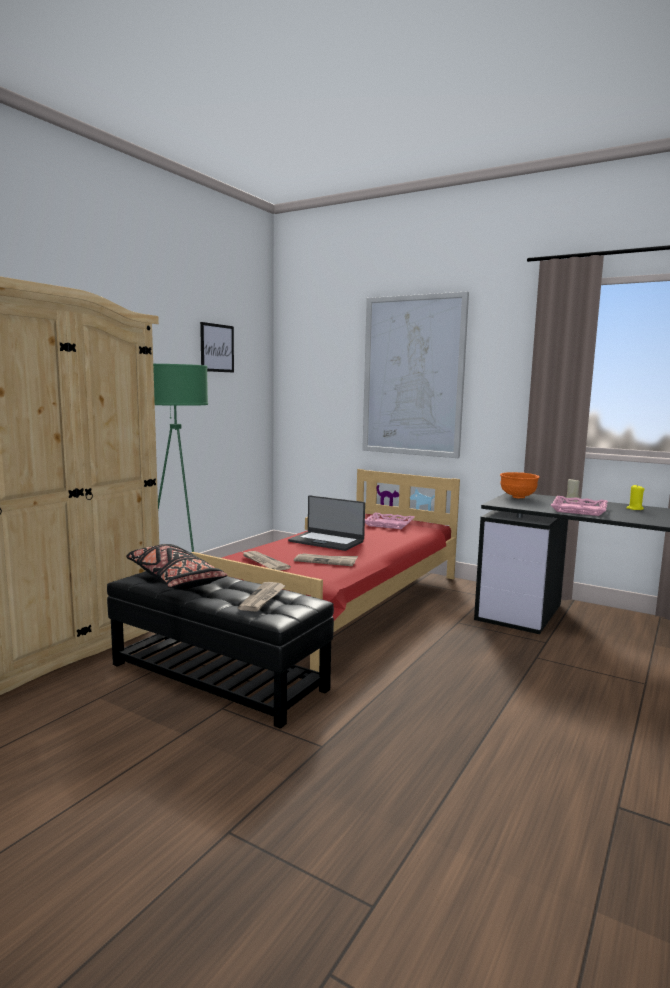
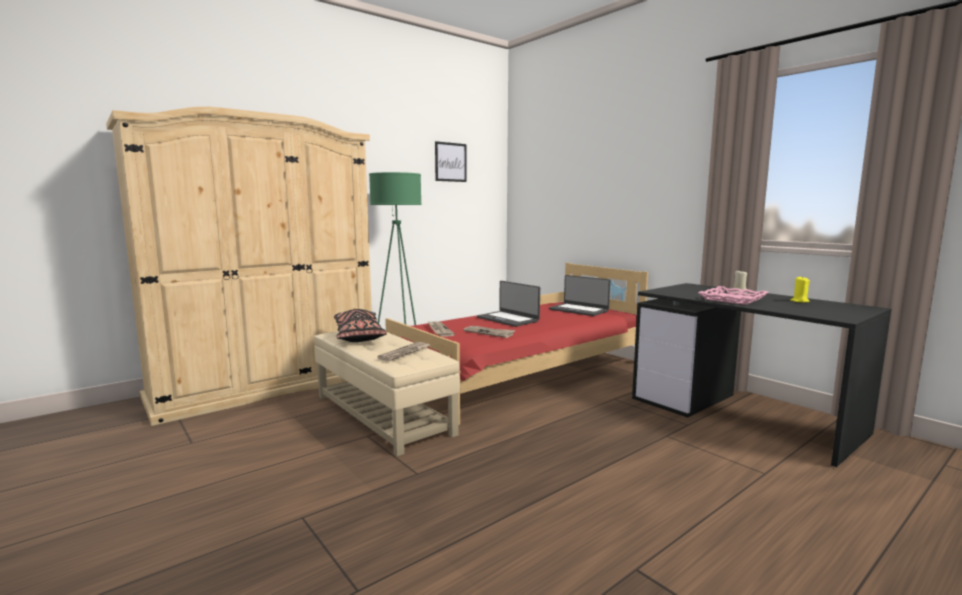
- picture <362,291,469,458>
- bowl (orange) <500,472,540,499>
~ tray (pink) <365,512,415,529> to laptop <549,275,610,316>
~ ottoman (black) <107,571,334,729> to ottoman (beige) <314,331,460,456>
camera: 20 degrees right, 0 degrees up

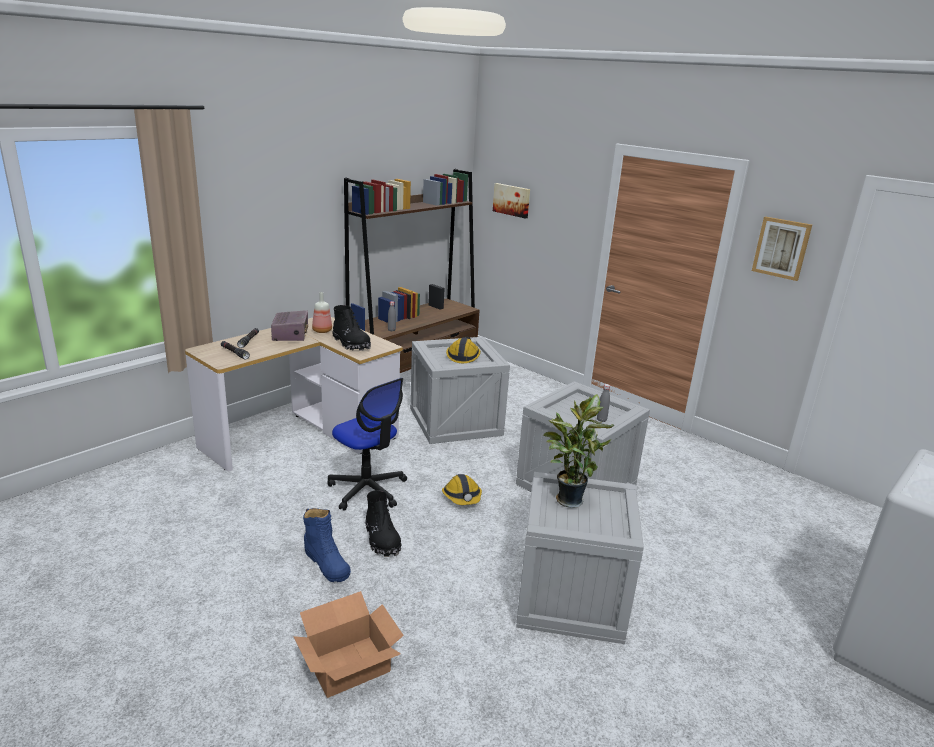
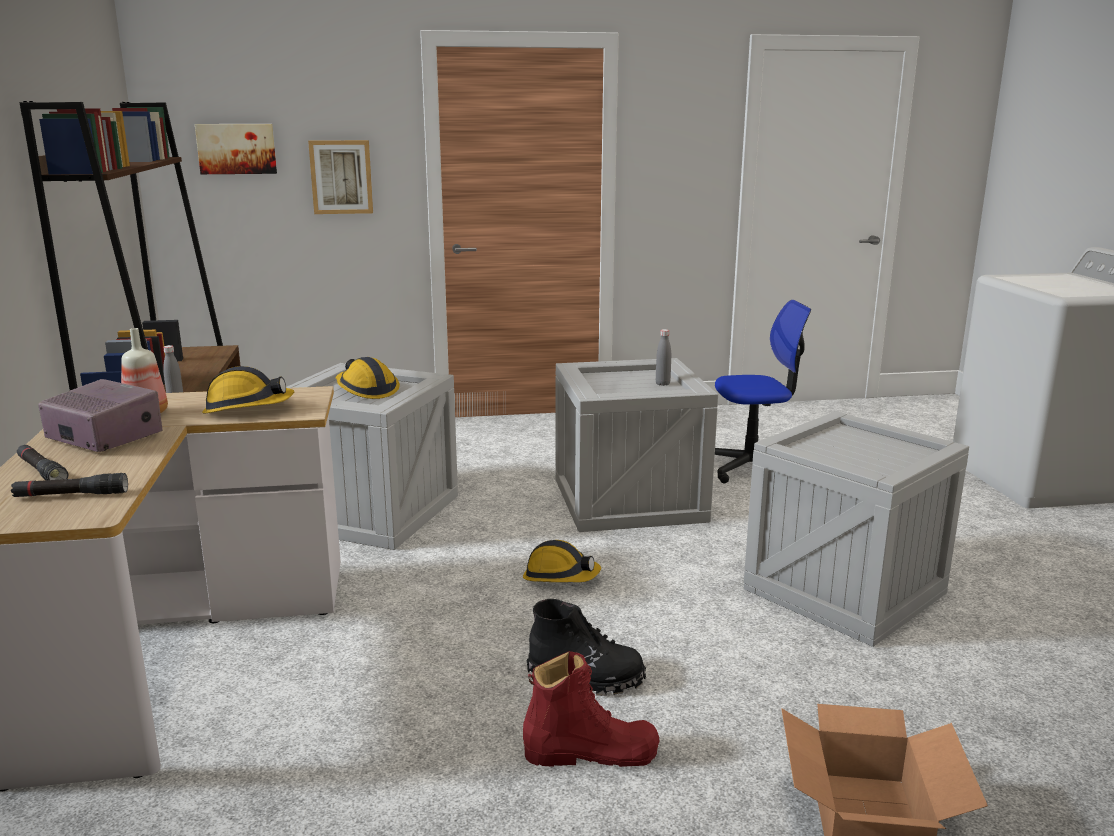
- potted plant <544,394,614,508>
~ office chair <327,378,407,511> to <715,300,811,483>
~ picture <752,217,812,281> to <308,140,373,214>
~ boot (black) <333,305,371,351> to hard hat <202,366,294,414>
~ boot (blue) <303,508,351,582> to boot (red) <523,651,660,767>
camera: 50 degrees left, 5 degrees down

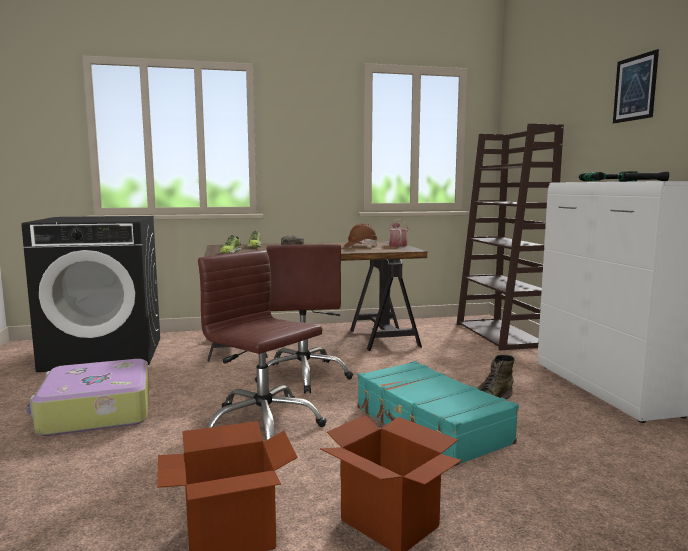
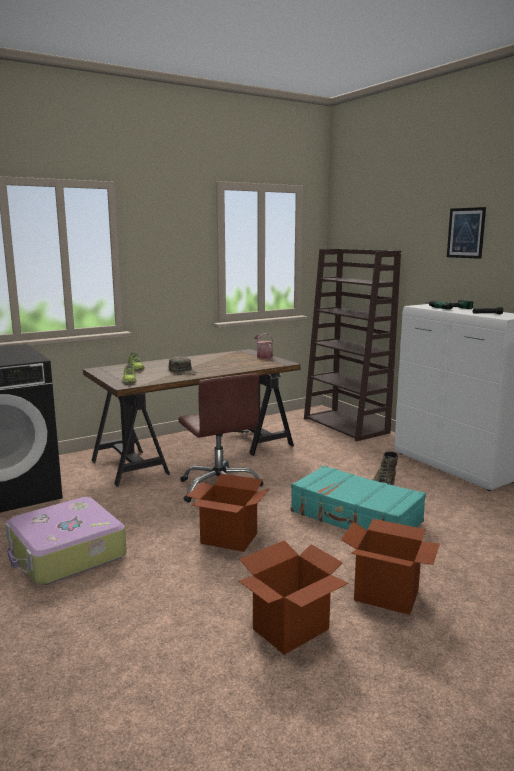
- hard hat (brown) <344,223,378,247>
~ office chair (brown) <198,250,327,440> to cardboard box <187,474,269,552>
camera: 20 degrees left, 5 degrees up

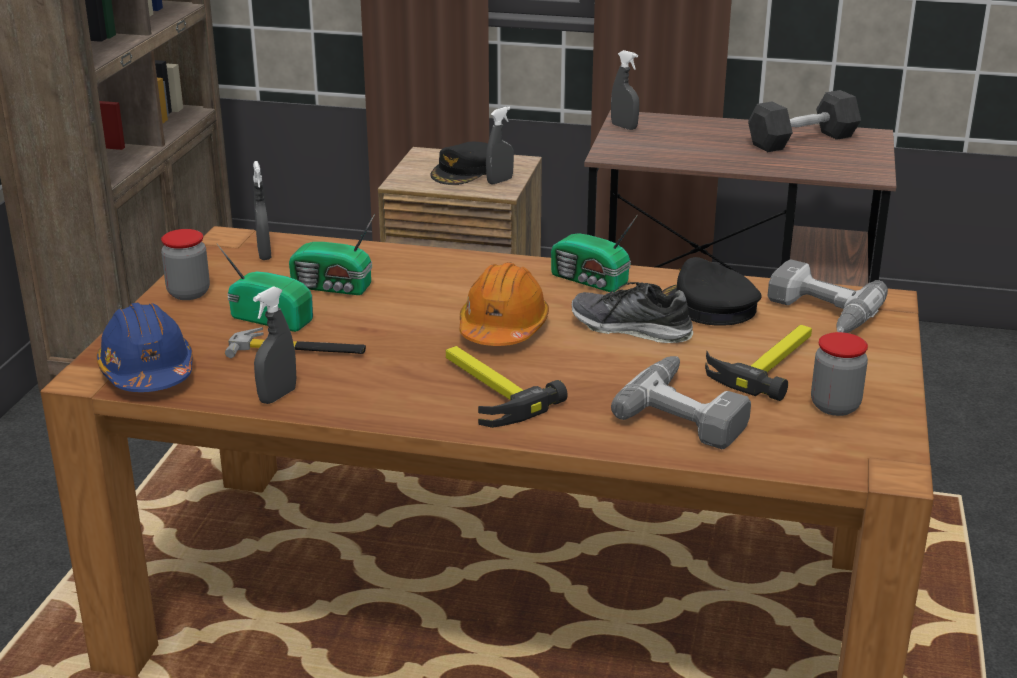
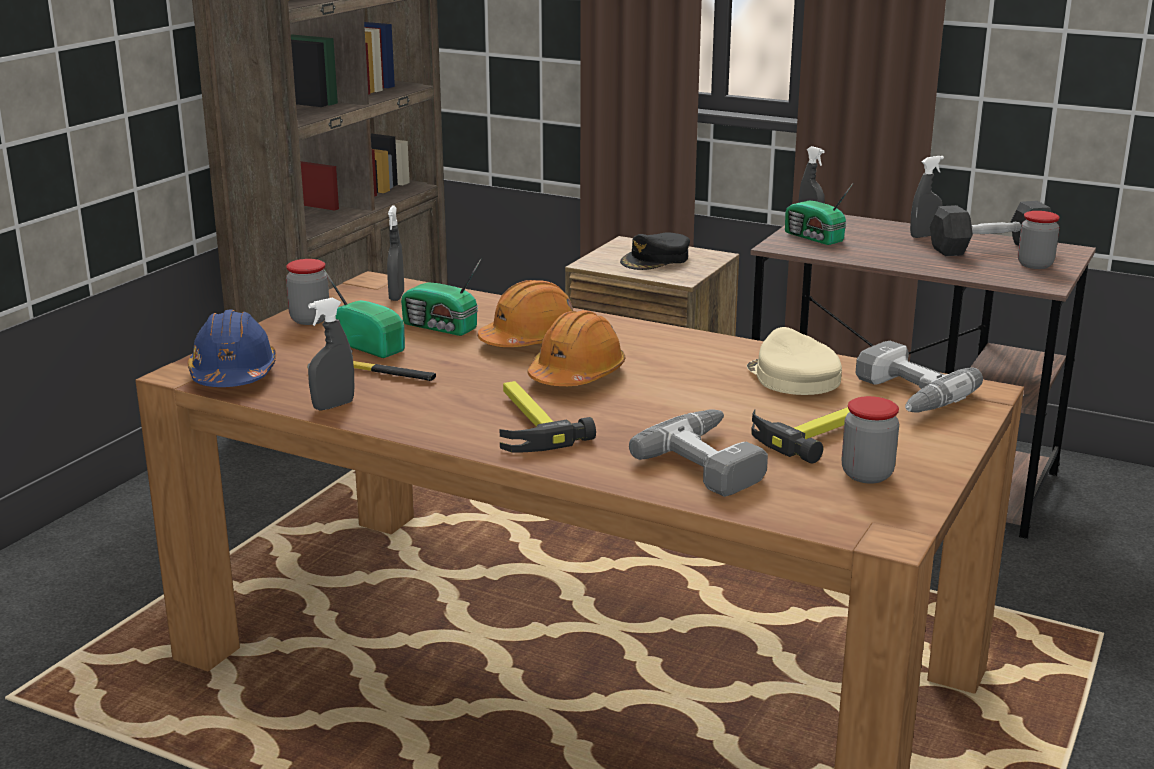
- shoe <572,282,693,343>
+ hard hat (orange) <478,280,573,347>
+ jar <1018,211,1060,269>
~ spray bottle (grey) <486,107,514,185> to <910,156,944,238>
~ radio <551,215,638,292> to <785,184,853,245>
~ cap (black) <662,257,762,326> to cap (beige) <747,327,842,395>
camera: 15 degrees right, 5 degrees down

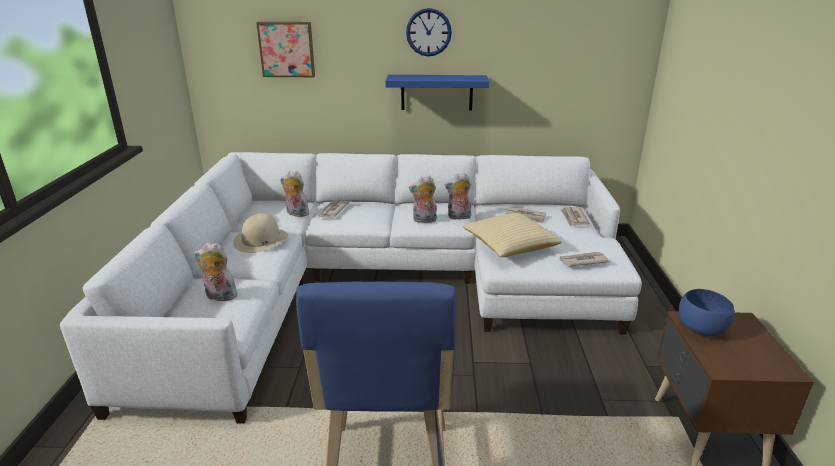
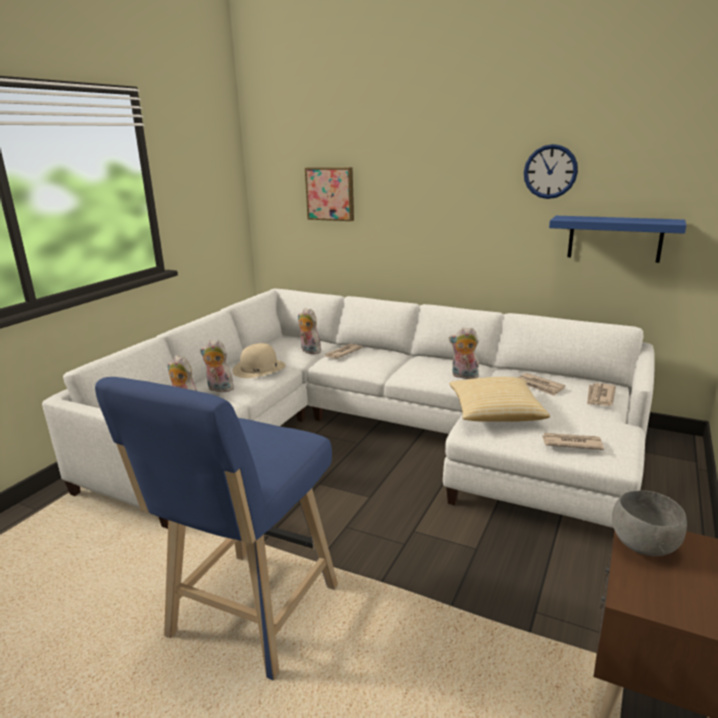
~ shelf (blue) <385,75,489,111> to <549,216,686,263>
~ wall clock <406,8,452,57> to <524,144,578,199>
~ plush toy <409,176,437,223> to <200,340,234,392>
~ bowl (blue) <678,289,735,336> to bowl (grey) <612,490,687,556>
camera: 25 degrees right, 5 degrees down

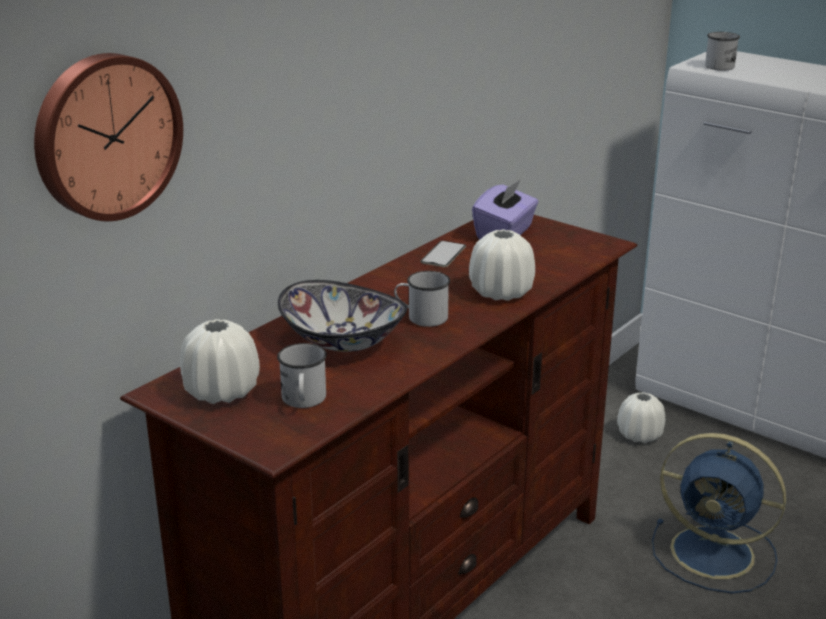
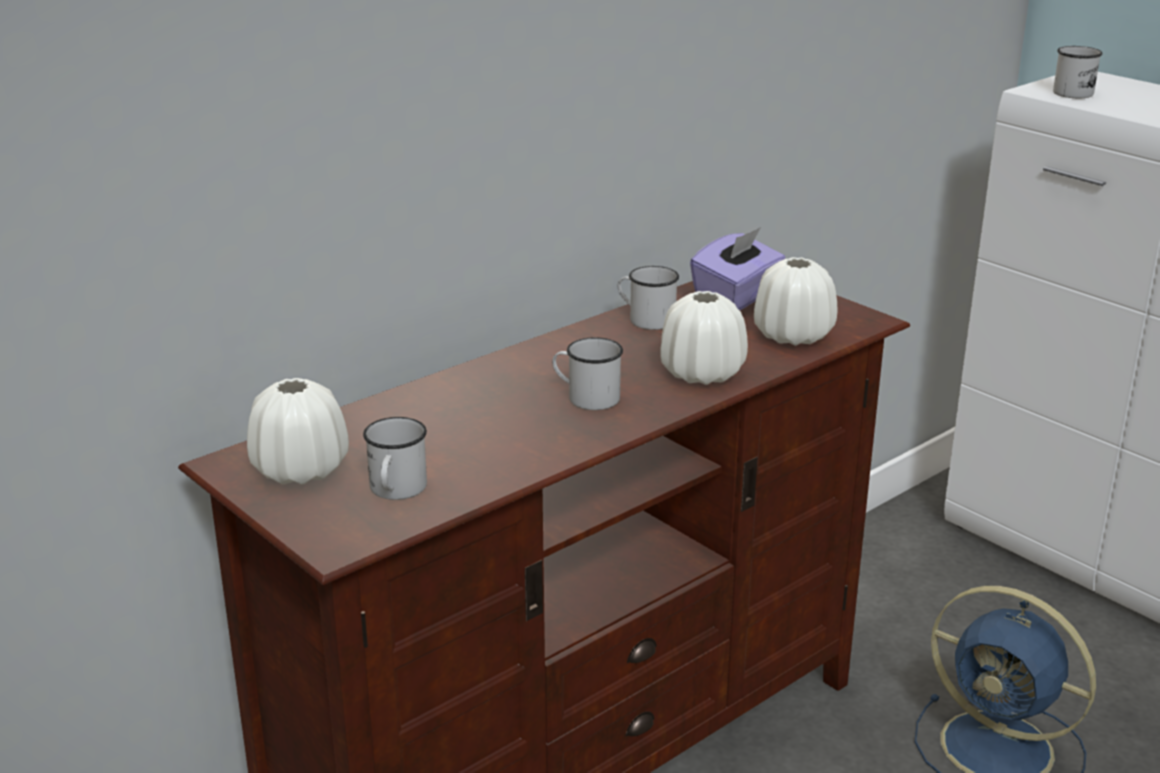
- wall clock <34,53,183,221>
- bowl <278,280,407,352>
~ vase (white) <617,392,665,443> to <754,257,838,346>
~ phone <420,241,466,267> to mug (white) <617,266,679,330>
camera: 10 degrees right, 0 degrees up

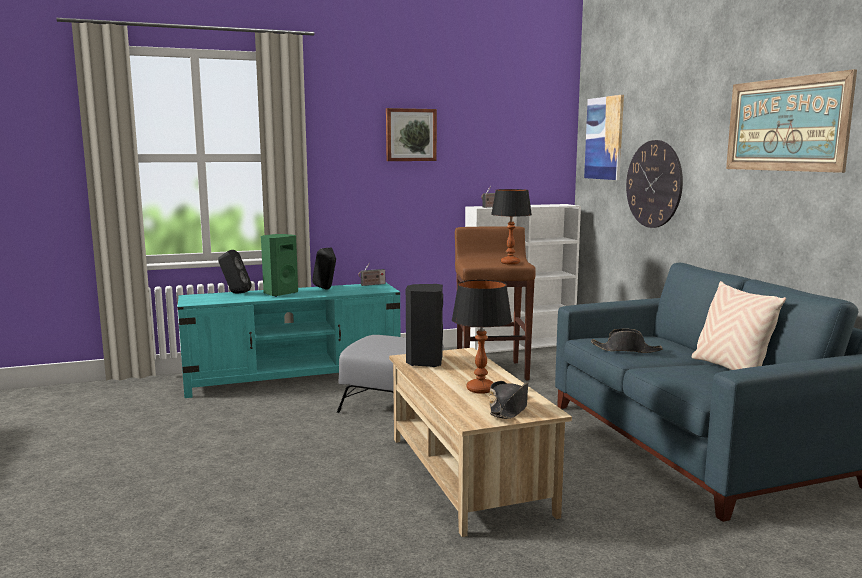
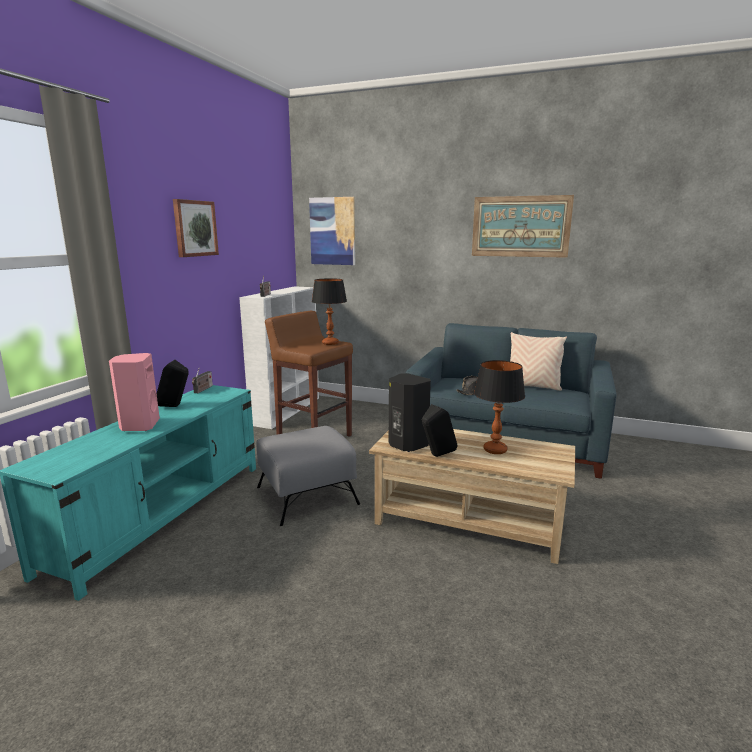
- hat (black) <489,381,529,419>
- wall clock <626,140,683,228>
~ speaker (black) <218,250,252,294> to <422,404,458,457>
~ speaker (green) <261,234,298,297> to speaker (pink) <109,353,160,431>
camera: 50 degrees left, 5 degrees up

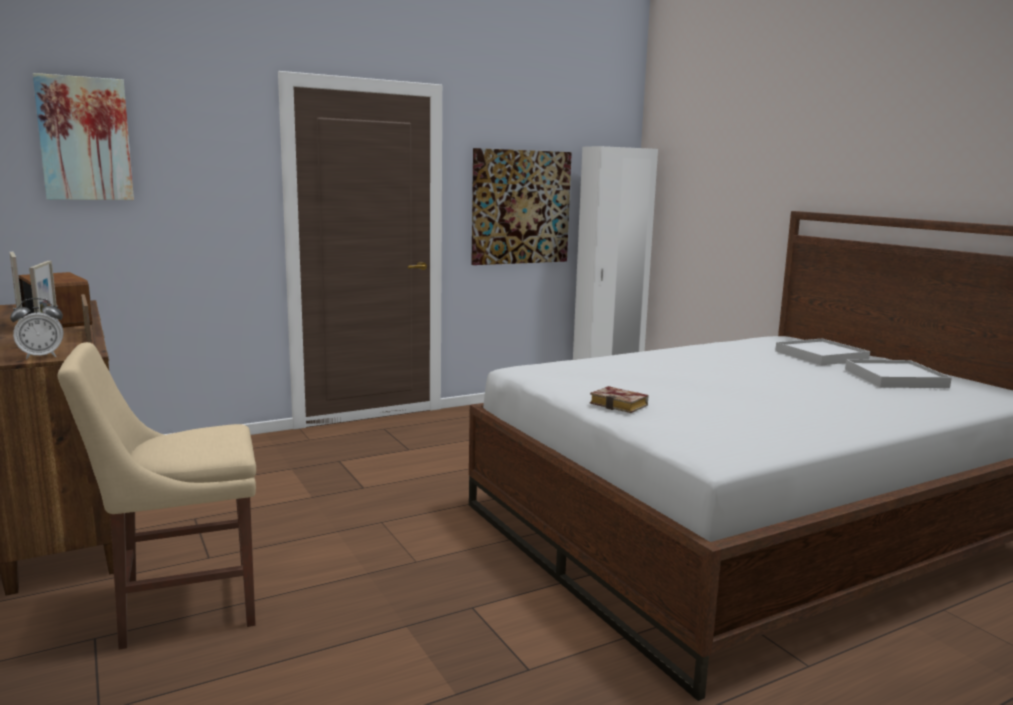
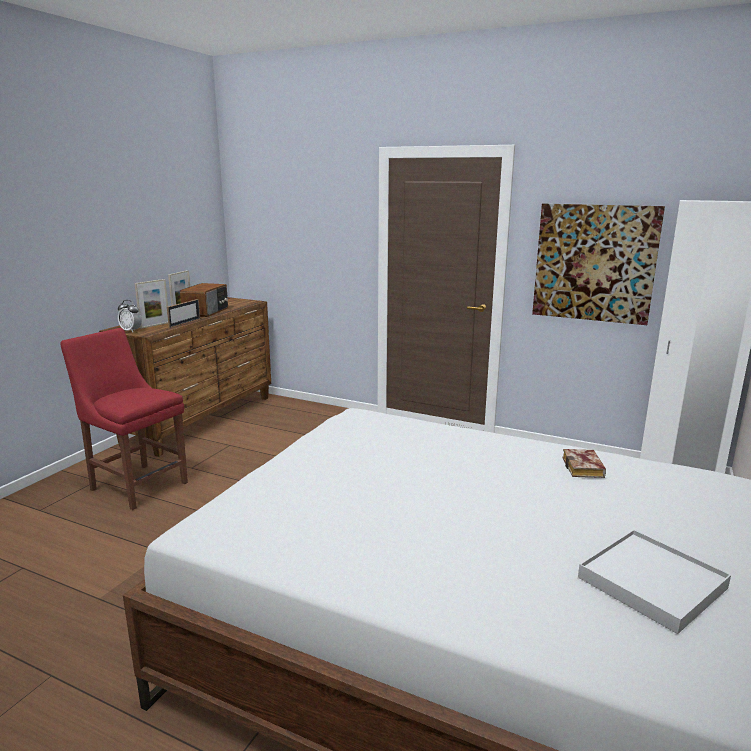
- picture <33,73,134,200>
- tray (white) <775,339,870,365>
~ book <590,386,649,413> to <562,449,606,478>
~ chair (beige) <57,342,256,650> to chair (red) <60,328,188,510>
camera: 55 degrees right, 5 degrees up

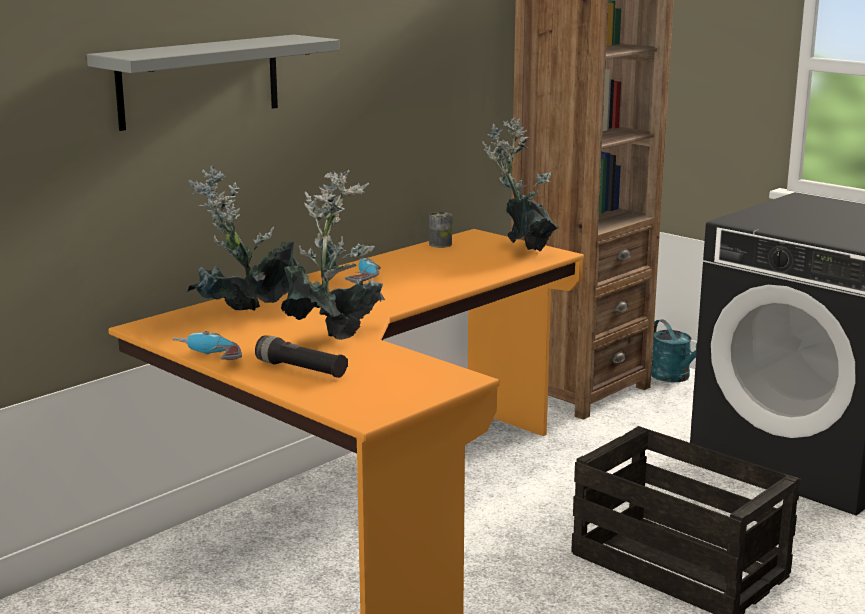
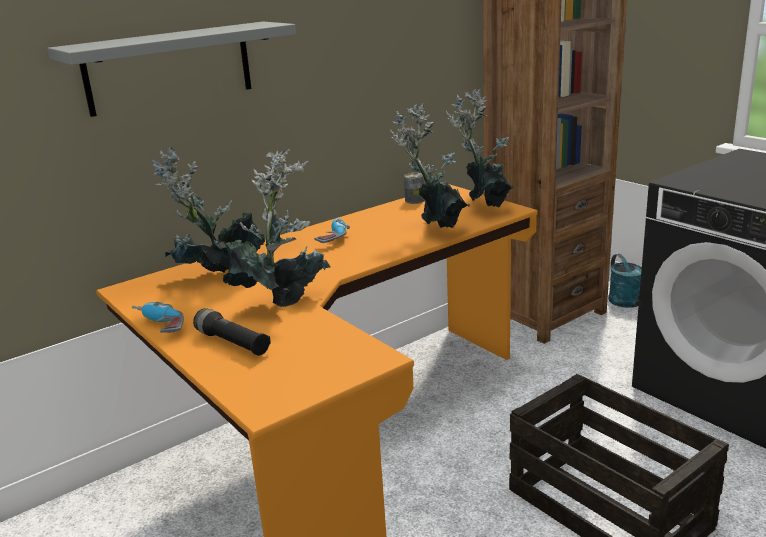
+ potted plant <390,103,470,228>
camera: 10 degrees right, 5 degrees up

